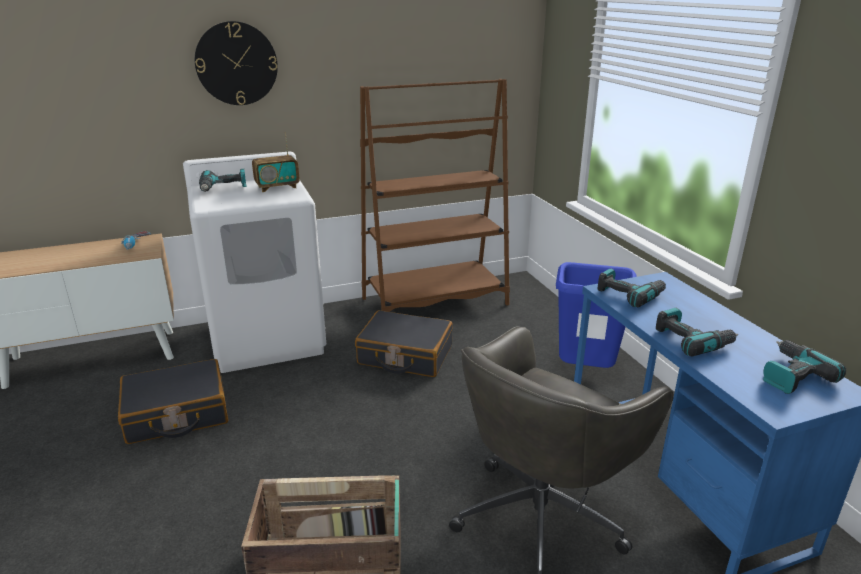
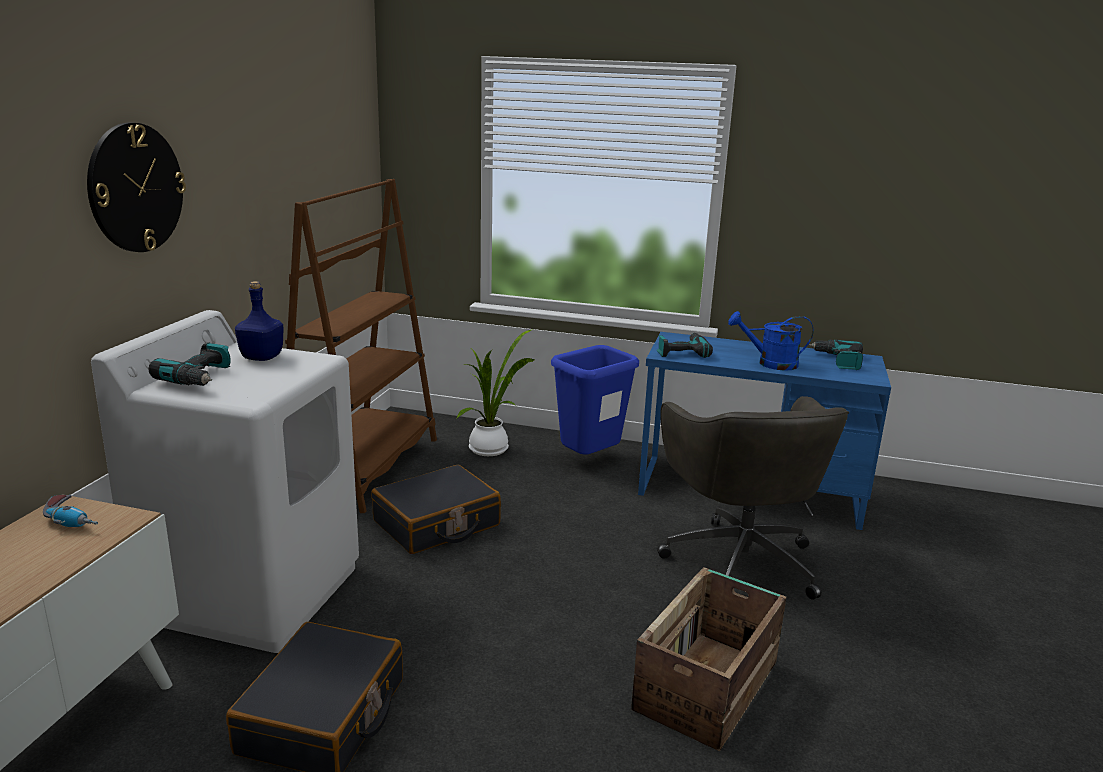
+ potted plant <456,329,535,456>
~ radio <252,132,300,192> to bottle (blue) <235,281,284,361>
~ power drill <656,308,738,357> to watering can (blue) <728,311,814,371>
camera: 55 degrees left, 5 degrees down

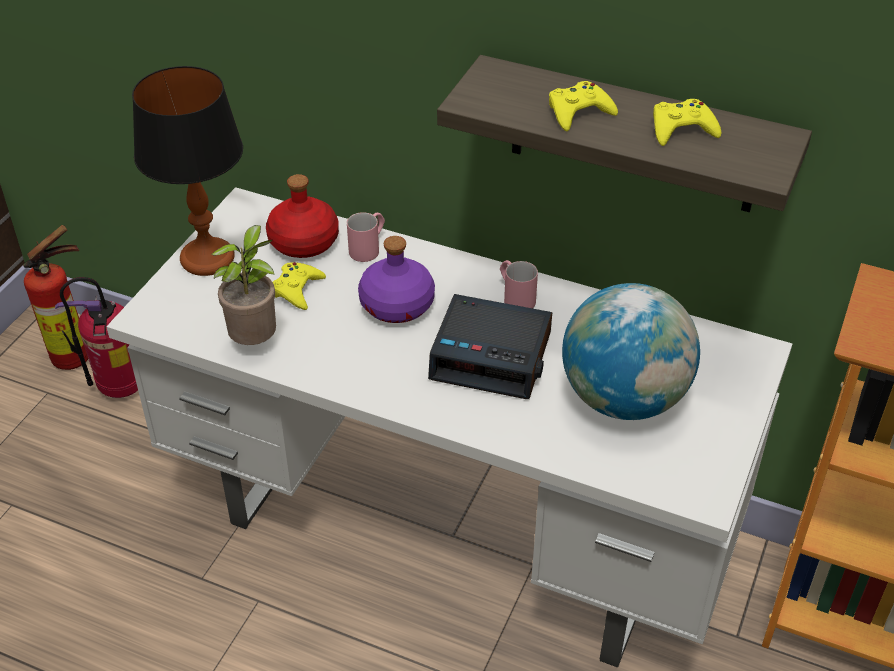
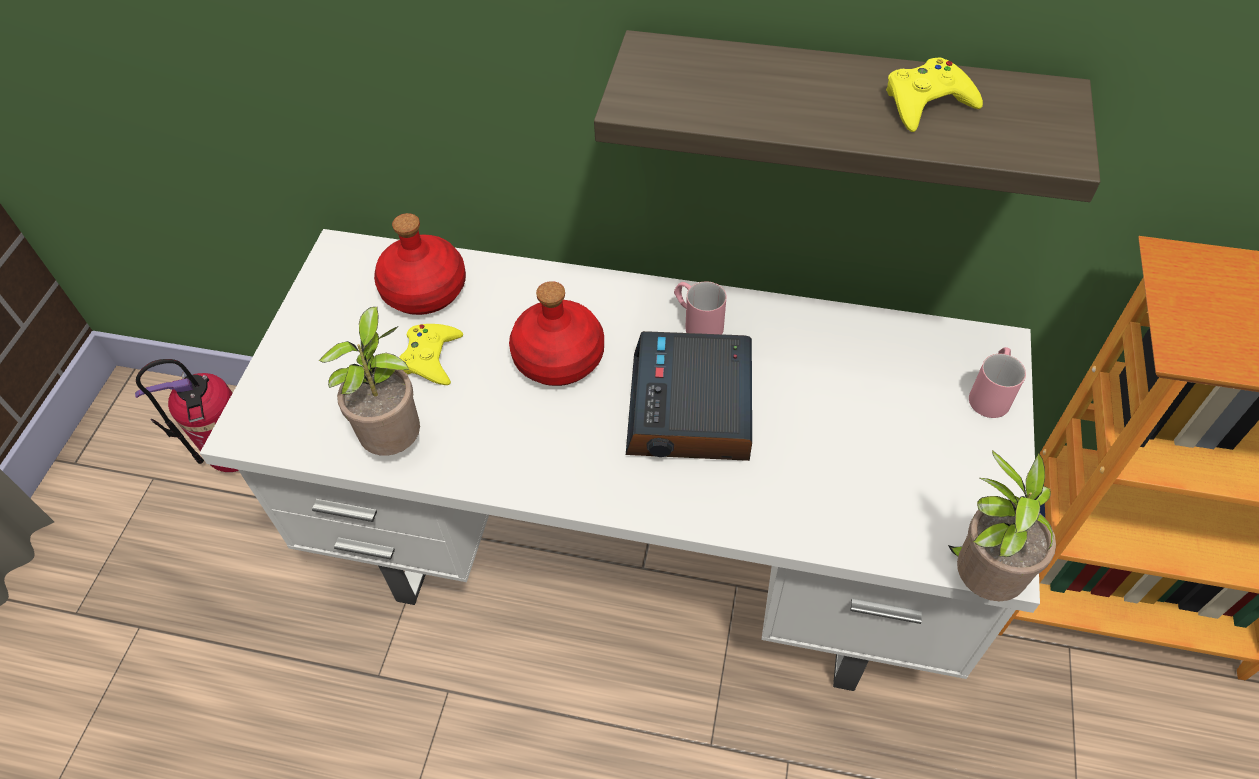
- fire extinguisher <23,225,88,370>
- table lamp <132,66,243,276>
- game controller (yellow) <549,81,618,131>
- globe <562,283,700,420>
+ potted plant <948,450,1056,601>
~ mug (pink) <347,212,385,262> to <969,347,1026,418>
~ bottle (purple) <358,236,435,323> to bottle (red) <509,281,604,386>
~ alarm clock <428,294,552,399> = <626,331,752,461> 90 degrees clockwise
camera: 10 degrees left, 10 degrees up

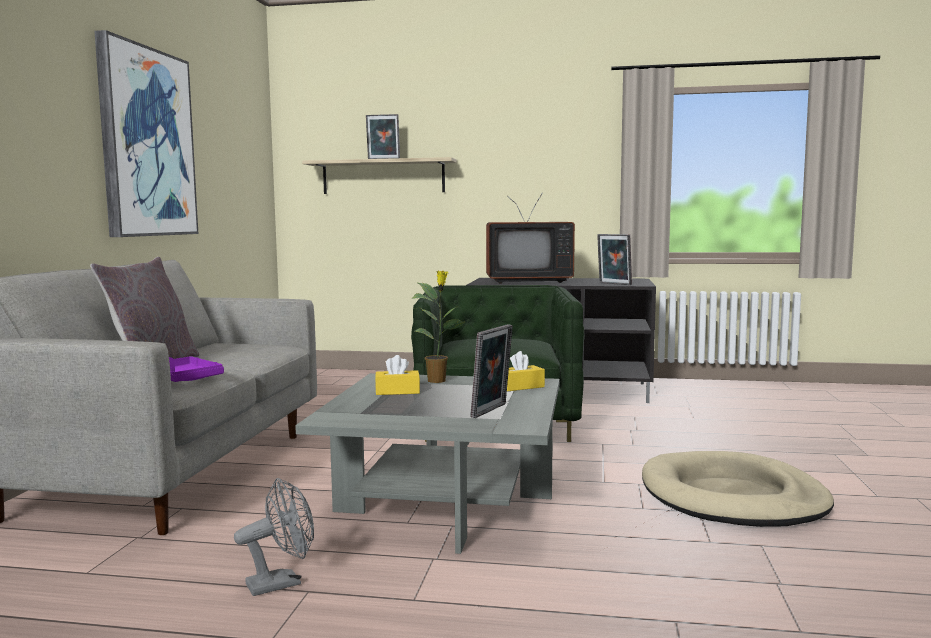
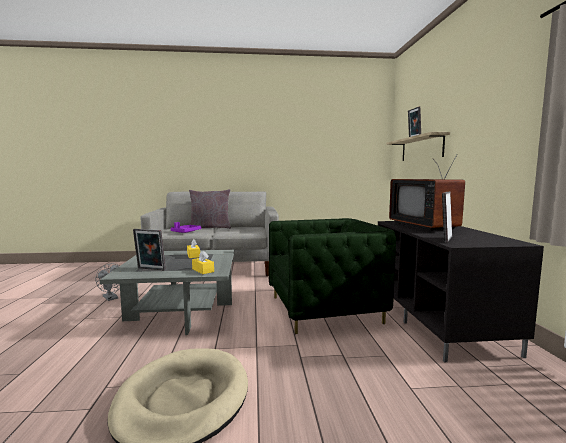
- picture <94,30,198,237>
- potted plant <411,270,464,383>
camera: 75 degrees right, 0 degrees up

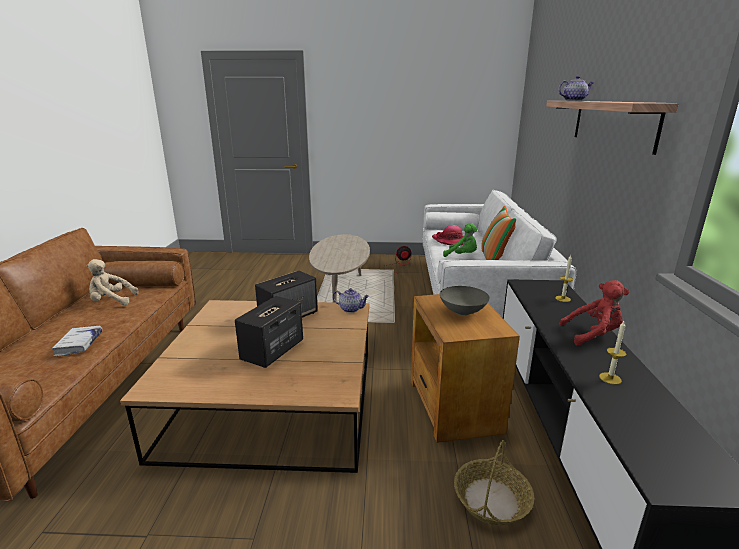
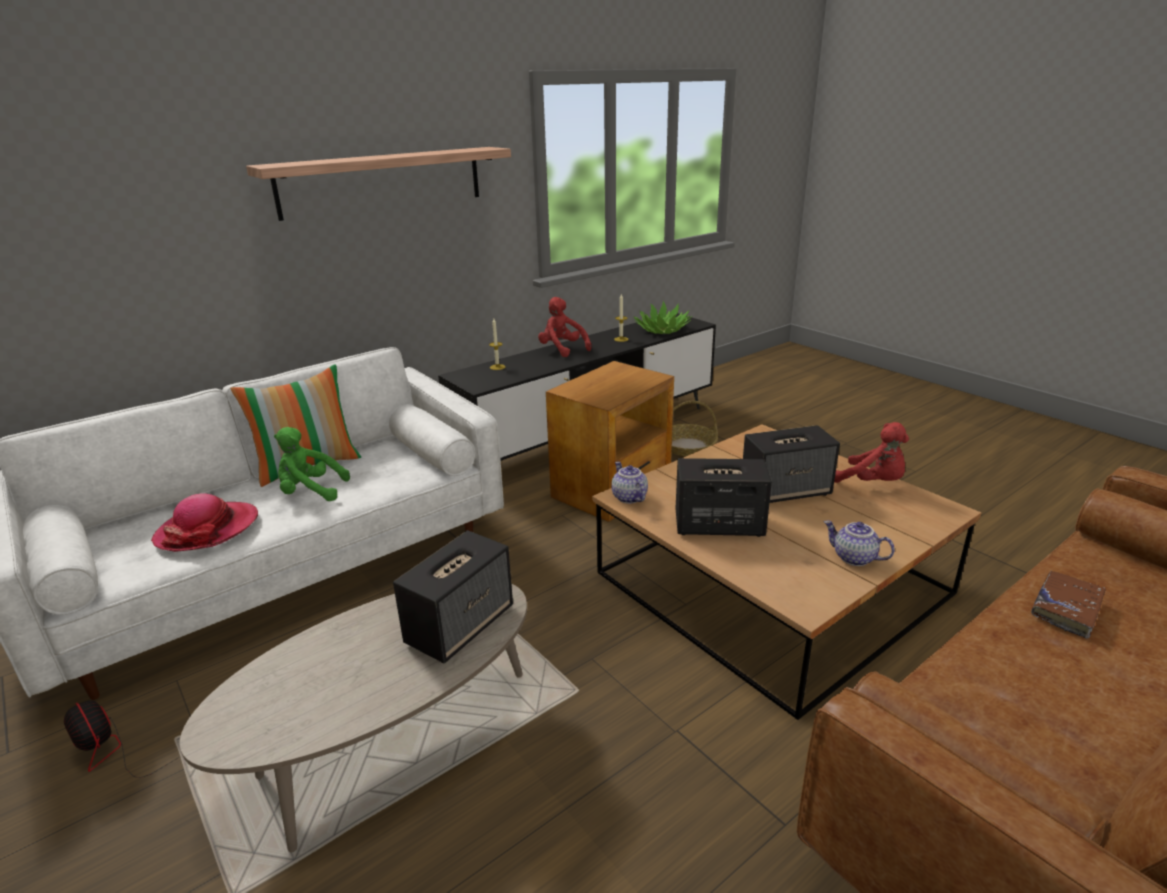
- plush toy (beige) <86,259,139,305>
- bowl (grey) <440,286,490,315>
+ speaker <393,530,513,663>
+ potted plant <634,301,692,334>
+ plush toy (red) <834,422,909,483>
~ teapot <558,76,594,101> to <824,520,895,566>
~ book (white) <52,326,102,356> to book (brown) <1031,571,1106,639>
~ plush toy (green) <443,223,478,257> = <274,427,350,501> 75 degrees counterclockwise
camera: 130 degrees left, 5 degrees up

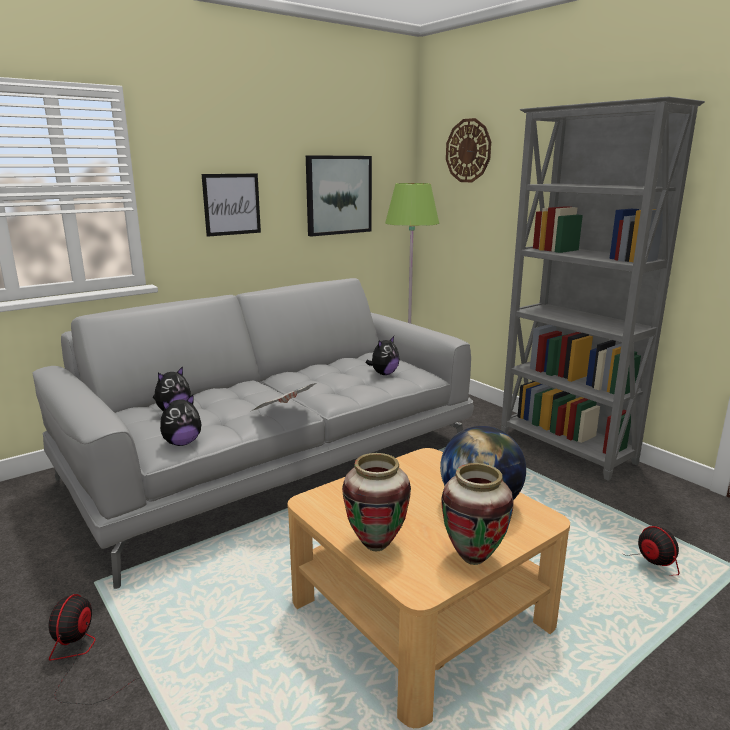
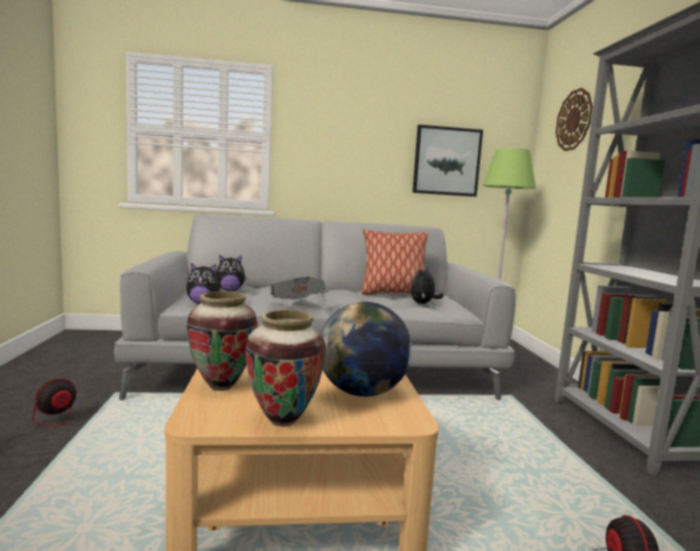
- picture <202,174,261,237>
+ pillow <361,229,428,295>
~ plush toy <365,336,400,375> = <410,267,444,304> 135 degrees clockwise
camera: 30 degrees right, 10 degrees down

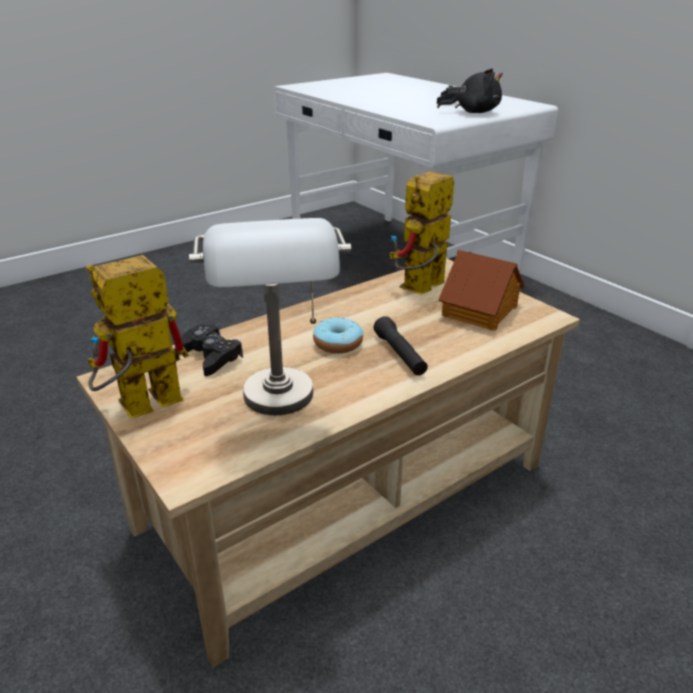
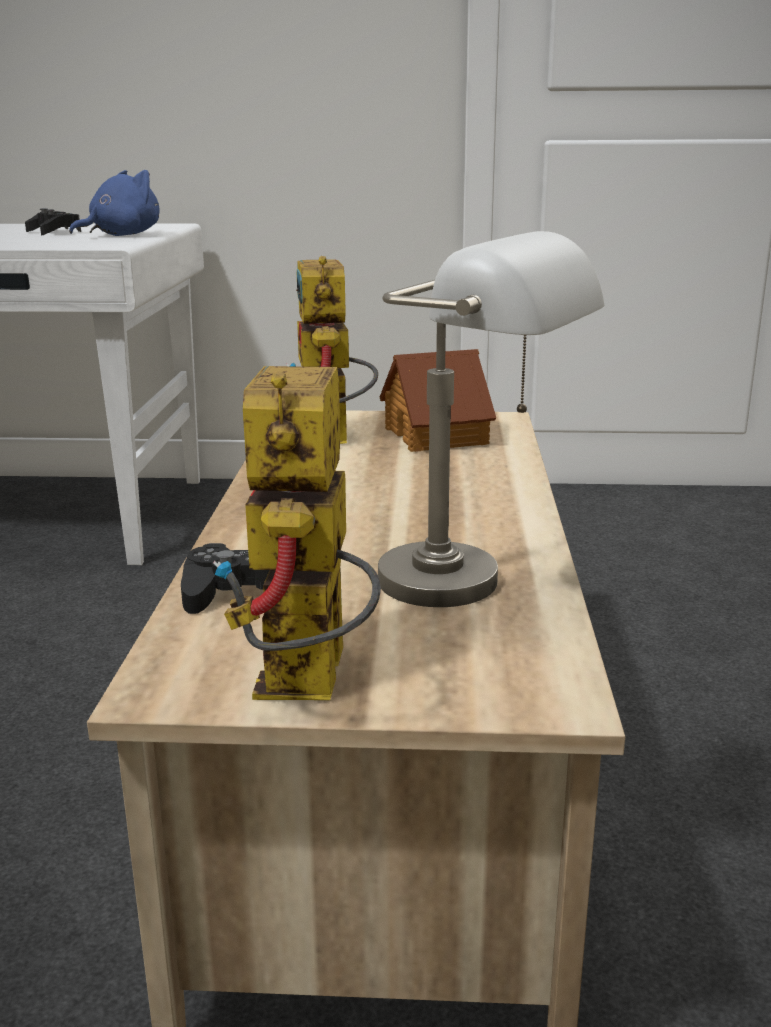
- donut <313,317,363,354>
- flashlight (black) <374,316,428,376>
~ plush toy (black) <437,68,503,113> to plush toy (blue) <69,170,160,236>
camera: 50 degrees left, 10 degrees down

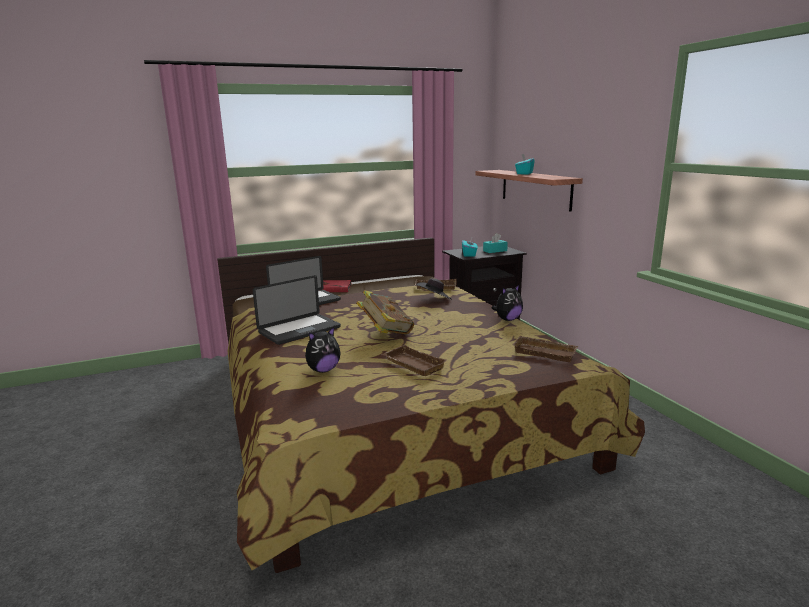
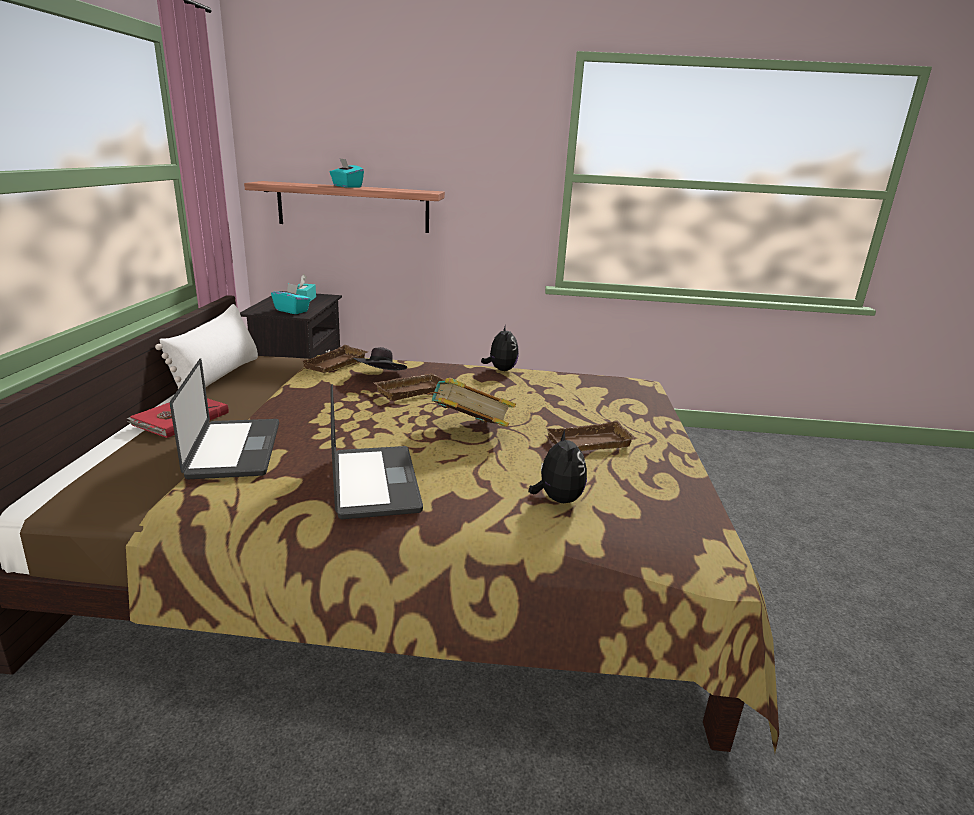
+ pillow (white) <155,304,258,389>
~ tray (brown) <512,336,578,362> to <373,373,445,401>
camera: 65 degrees left, 5 degrees up

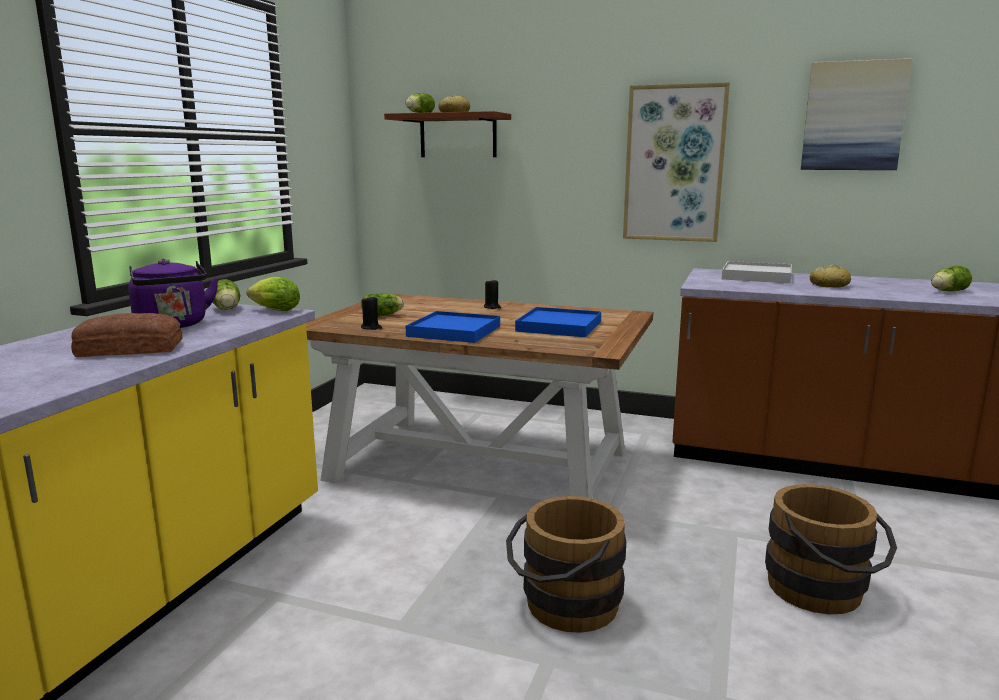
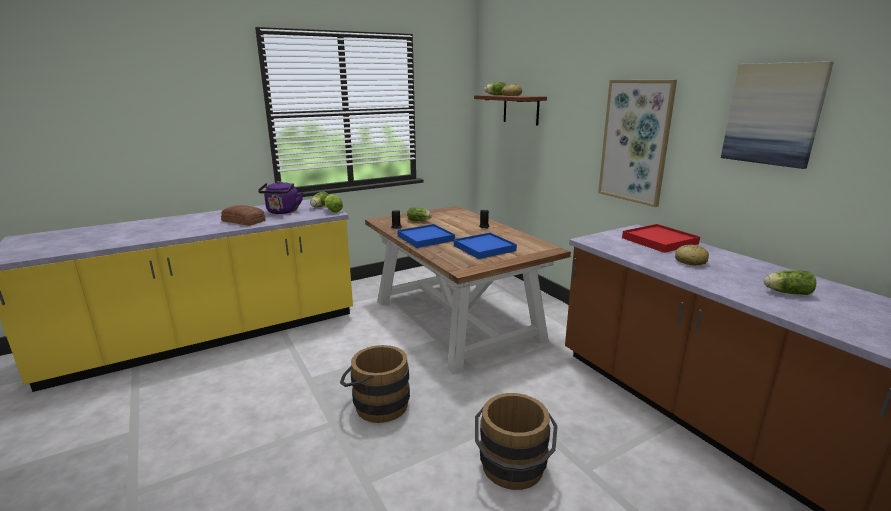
~ tray (white) <722,261,792,283> to tray (red) <622,224,700,253>
camera: 40 degrees right, 5 degrees up

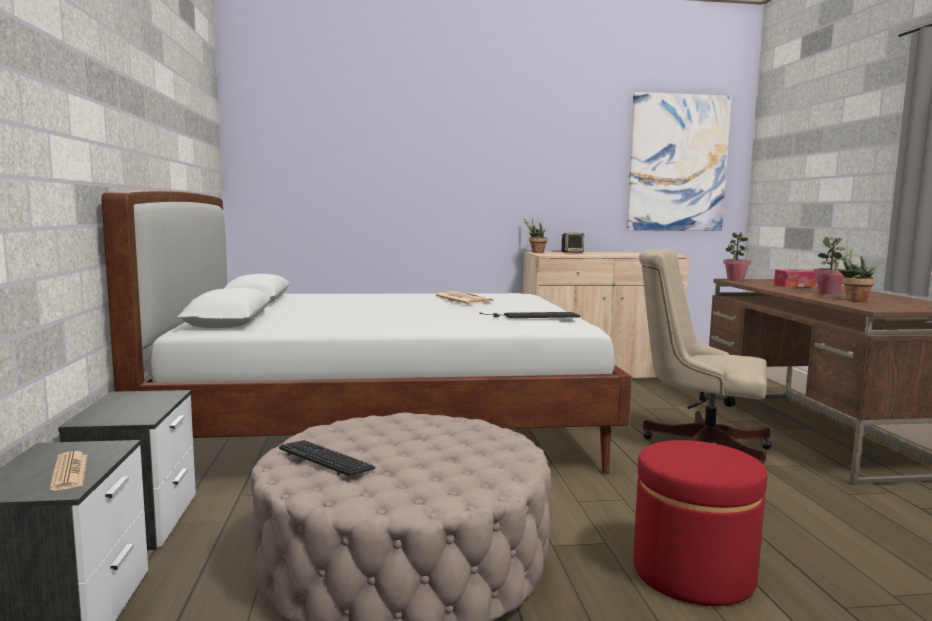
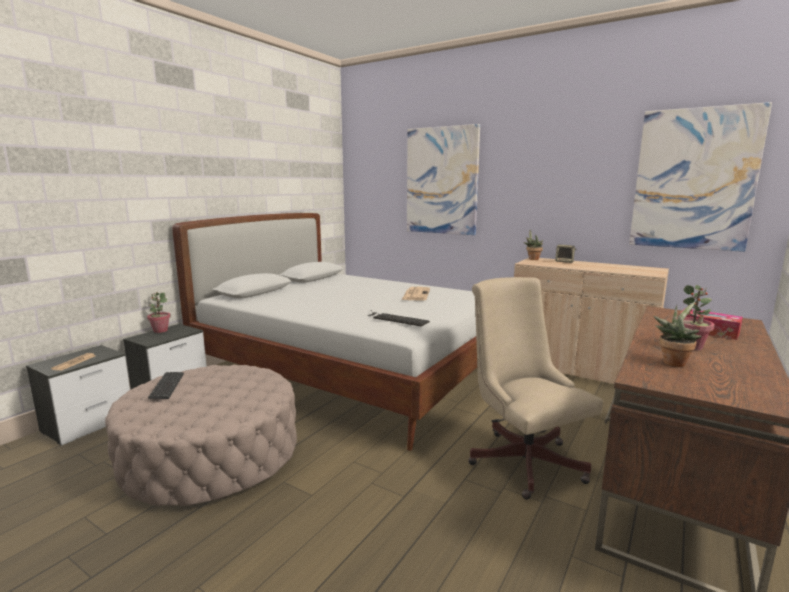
- ottoman (red) <633,440,767,606>
+ picture <407,124,480,235>
~ potted plant <723,232,751,281> to <147,292,171,333>
camera: 40 degrees right, 5 degrees up

